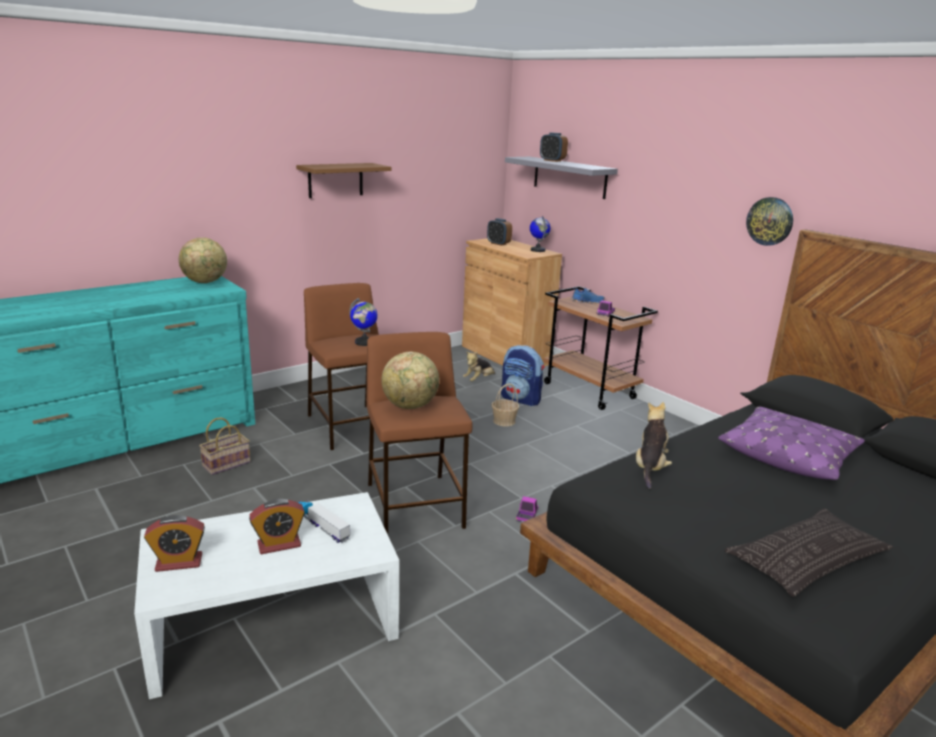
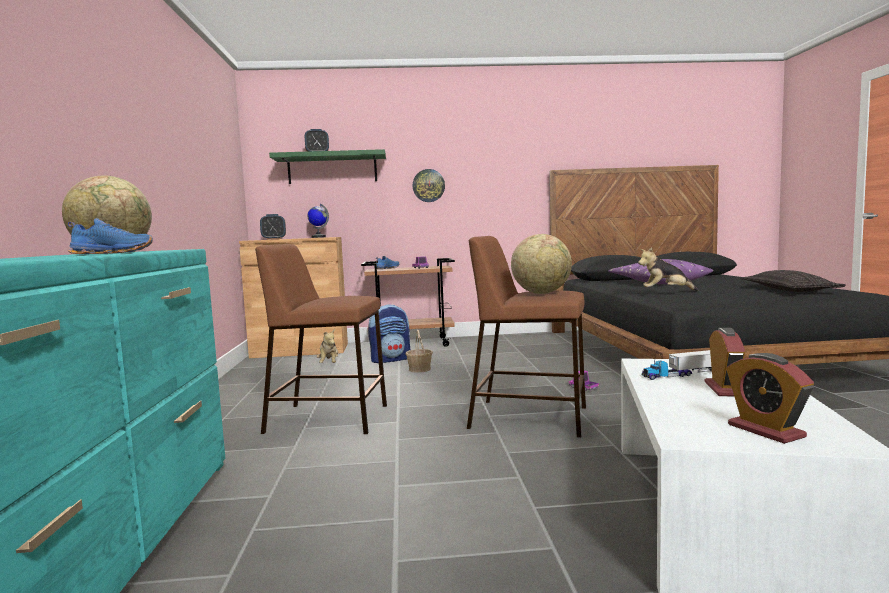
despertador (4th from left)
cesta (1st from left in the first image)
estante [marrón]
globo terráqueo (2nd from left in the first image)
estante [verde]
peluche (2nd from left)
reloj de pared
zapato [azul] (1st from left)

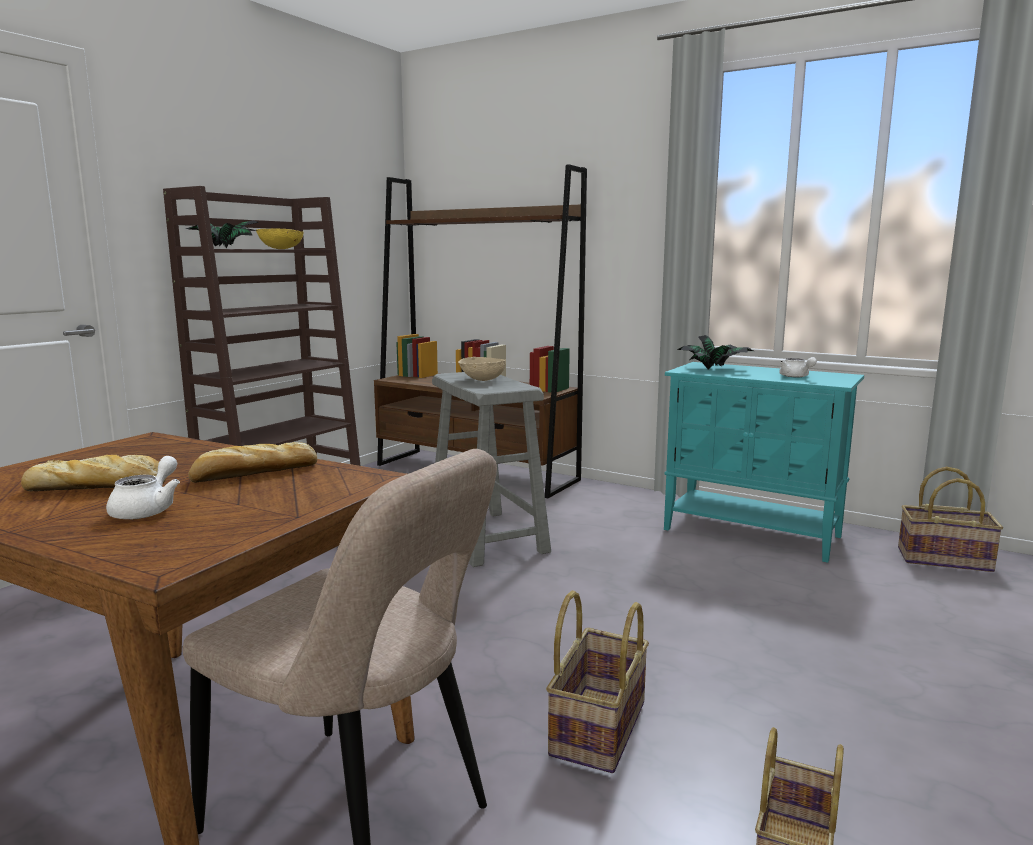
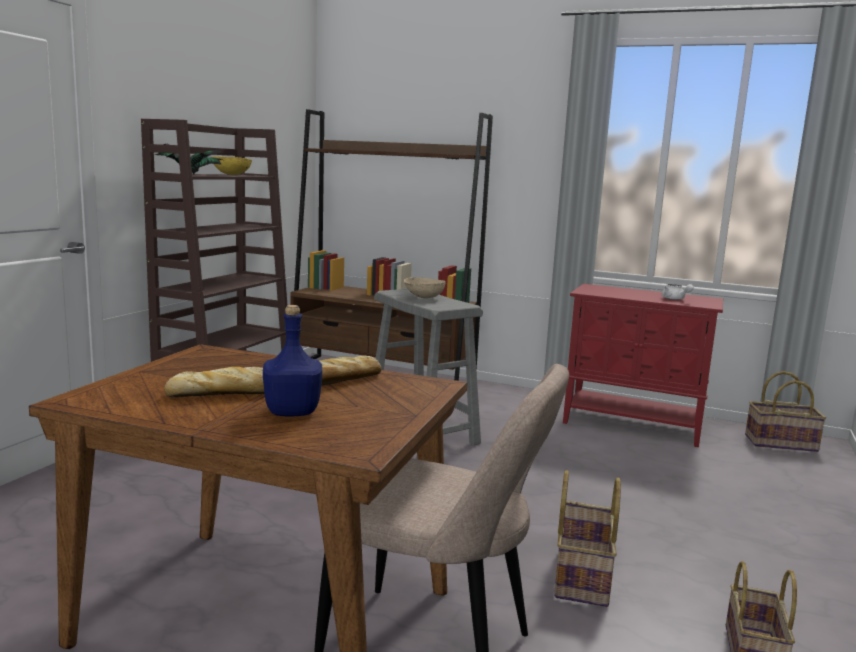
botella [azul]
armario [rojo]
planta en maceta (2nd from left in the first image)

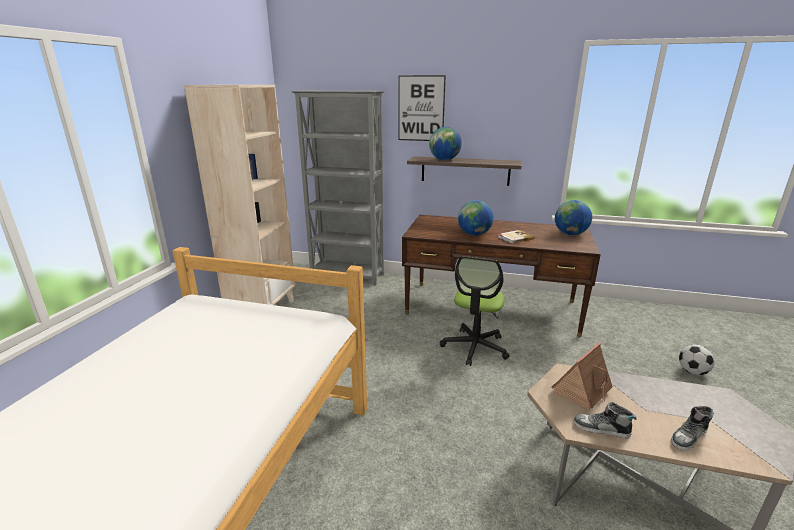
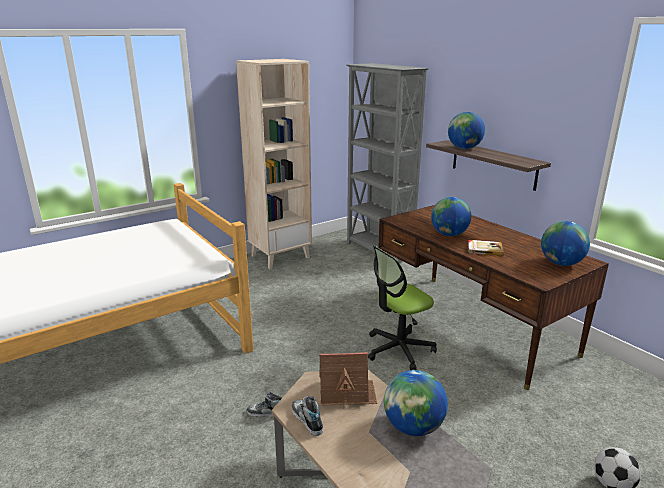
cuadro
zapato (1st from left)
globo terráqueo (1st from left)

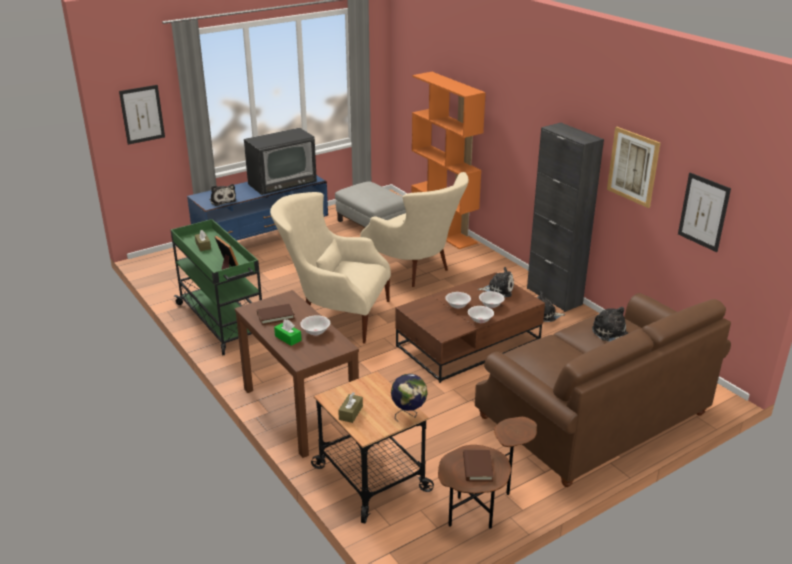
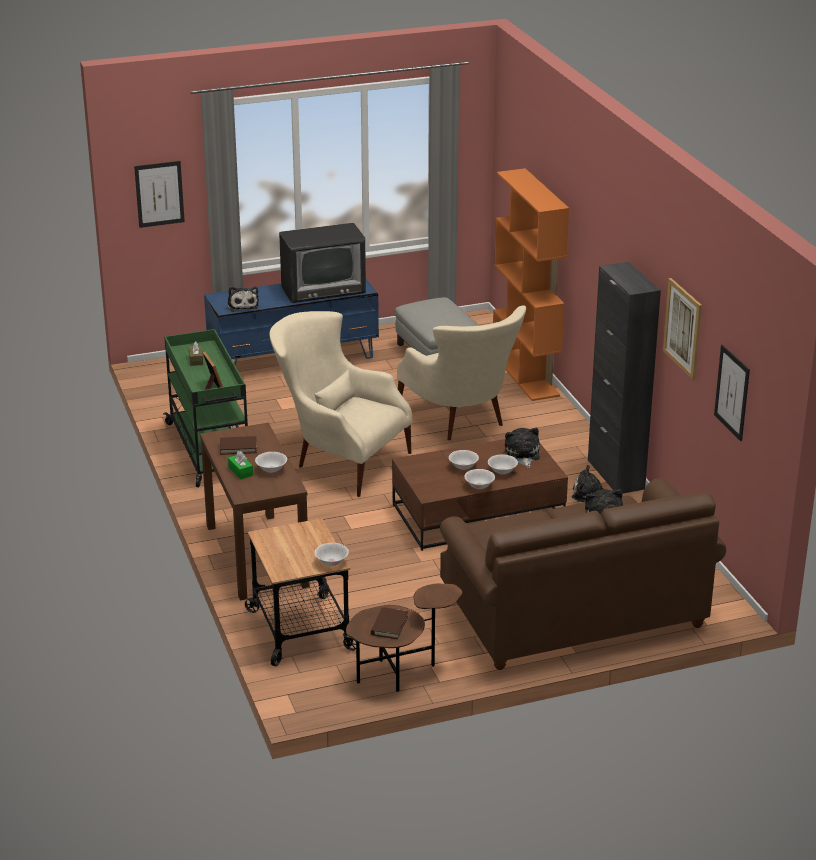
caja de pañuelos [marrón] (2nd from left in the first image)
cuenco [blanco] (2nd from left)
peluche (2nd from left)

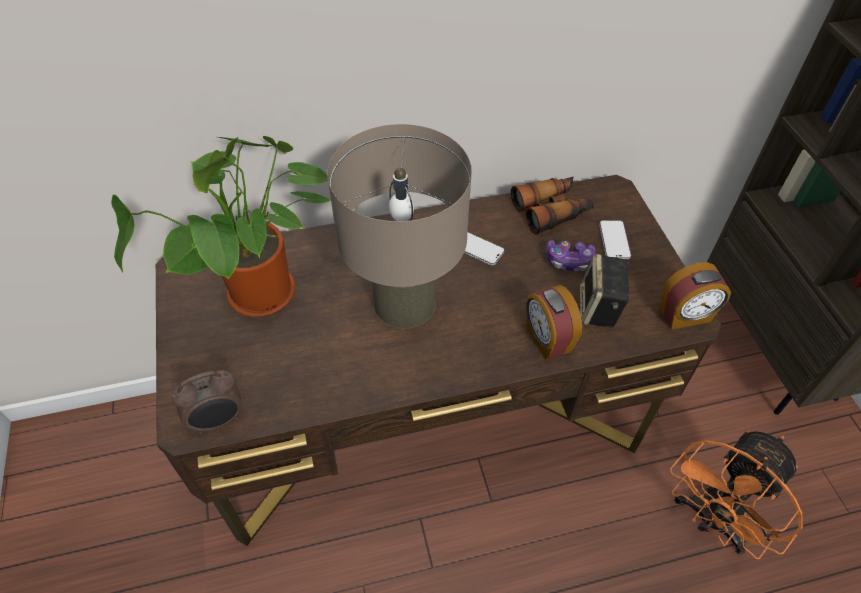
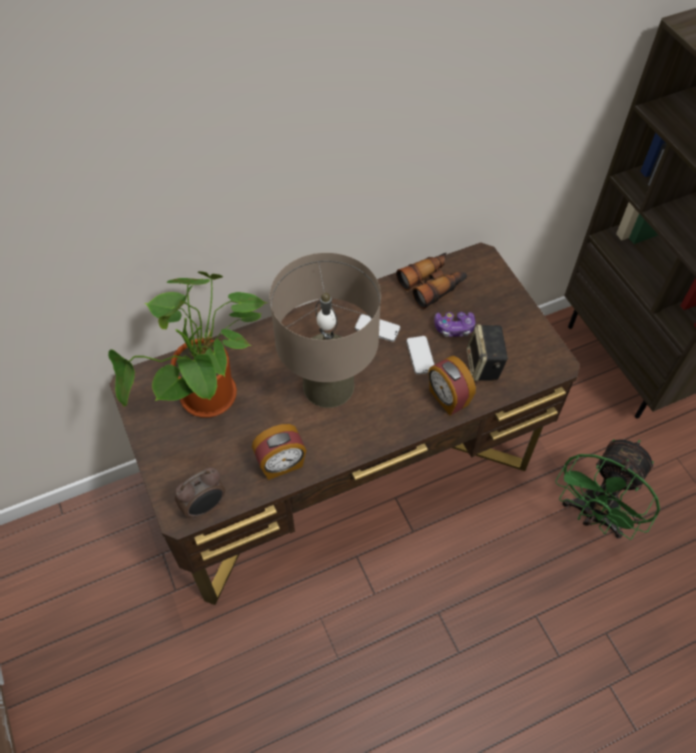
móvil (2nd from left)
despertador (2nd from left)
ventilador [verde]

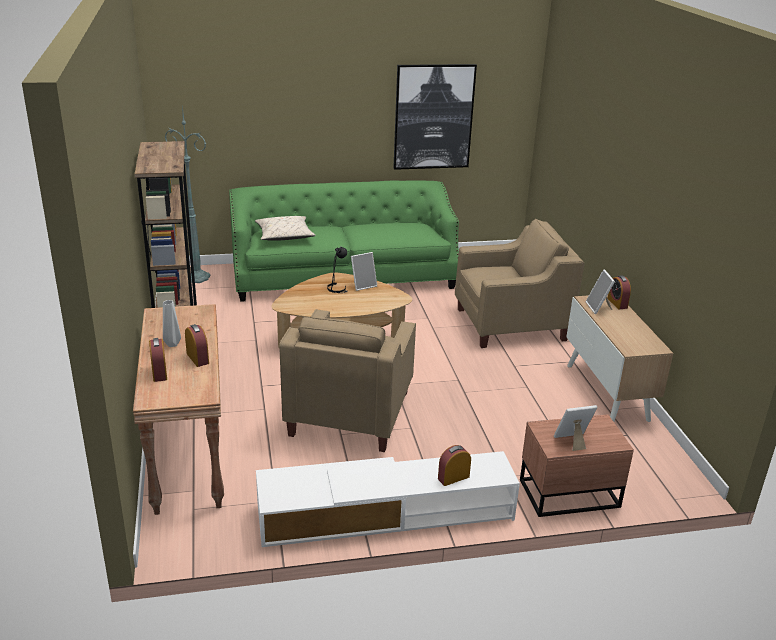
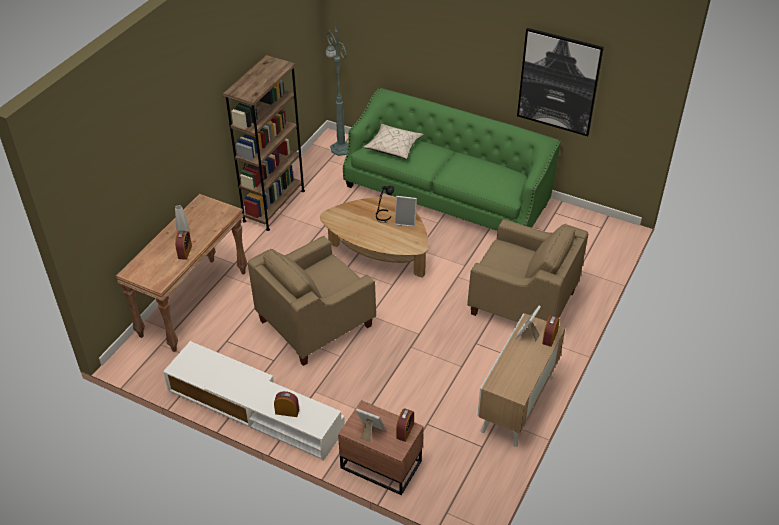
despertador (3rd from left)

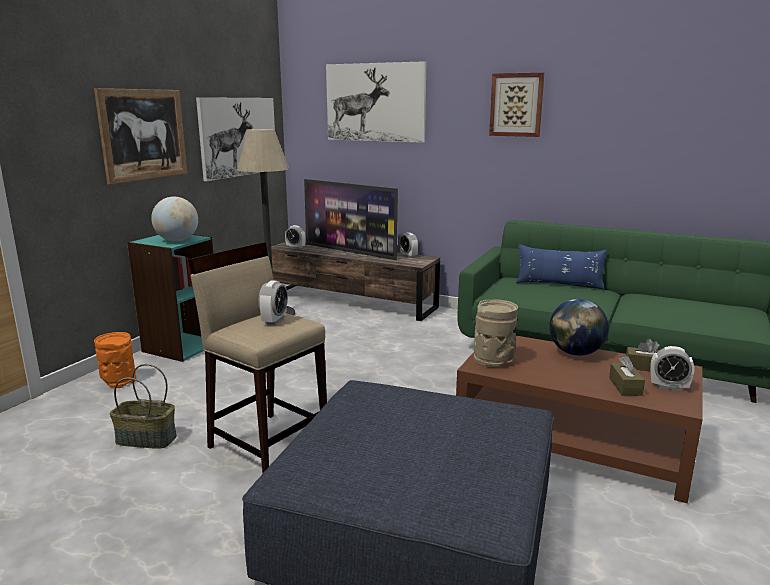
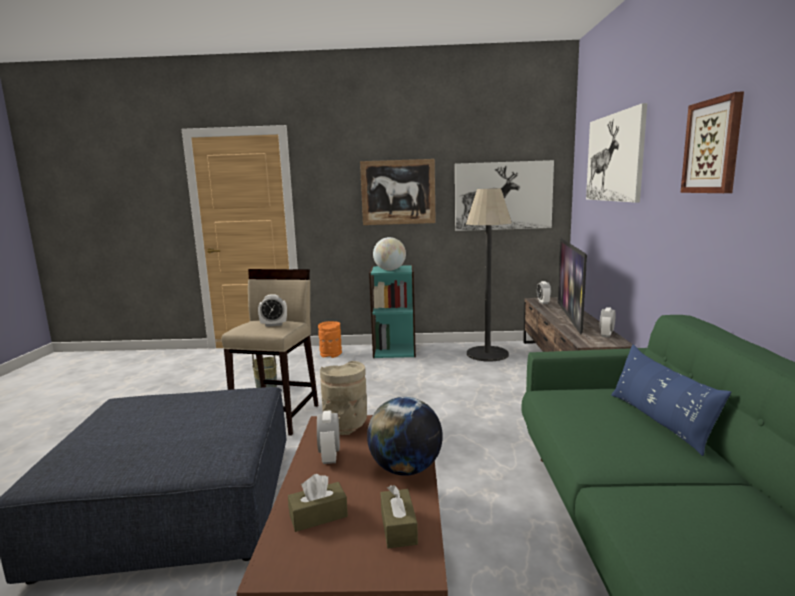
despertador (2nd from left)

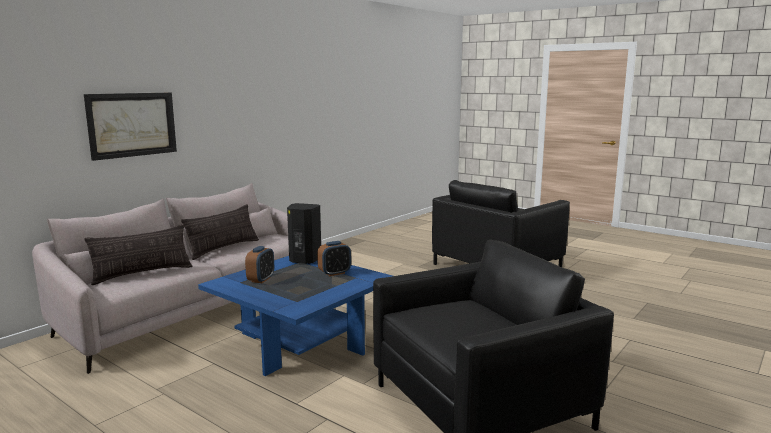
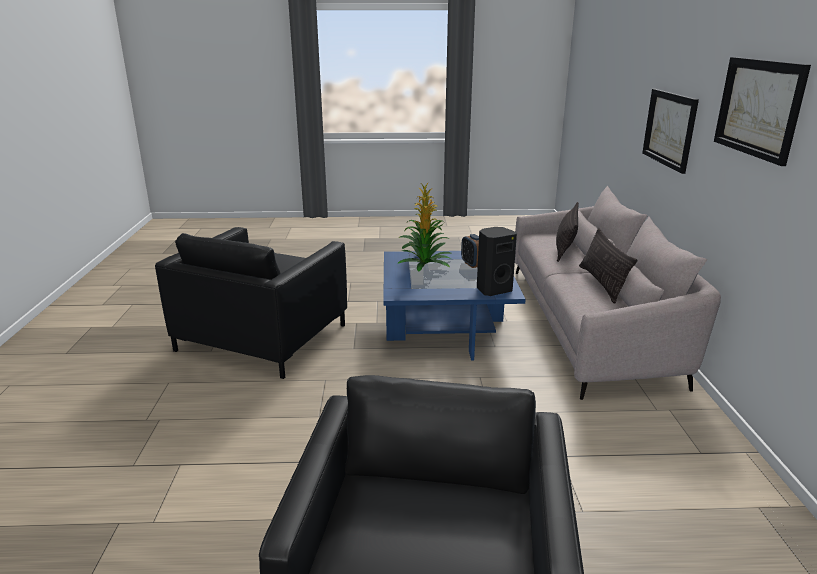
despertador (2nd from left in the first image)
planta en maceta
cuadro (2nd from left)

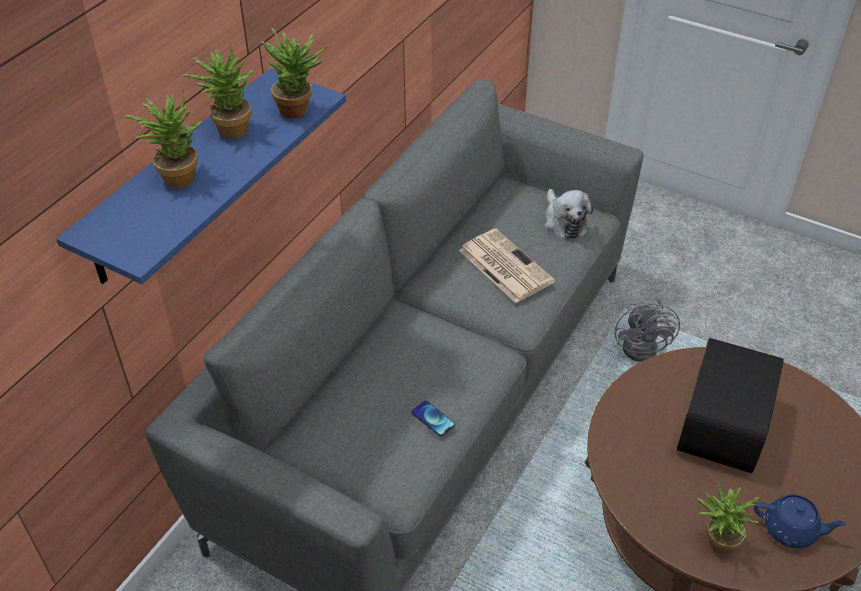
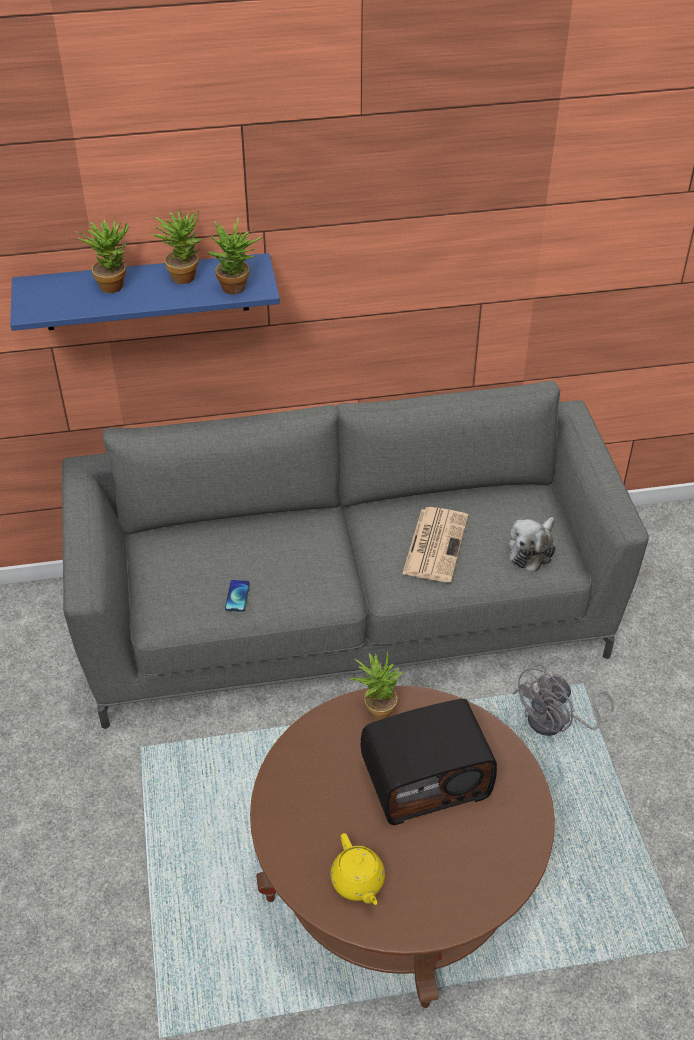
planta en maceta (4th from left)
tetera [amarillo]

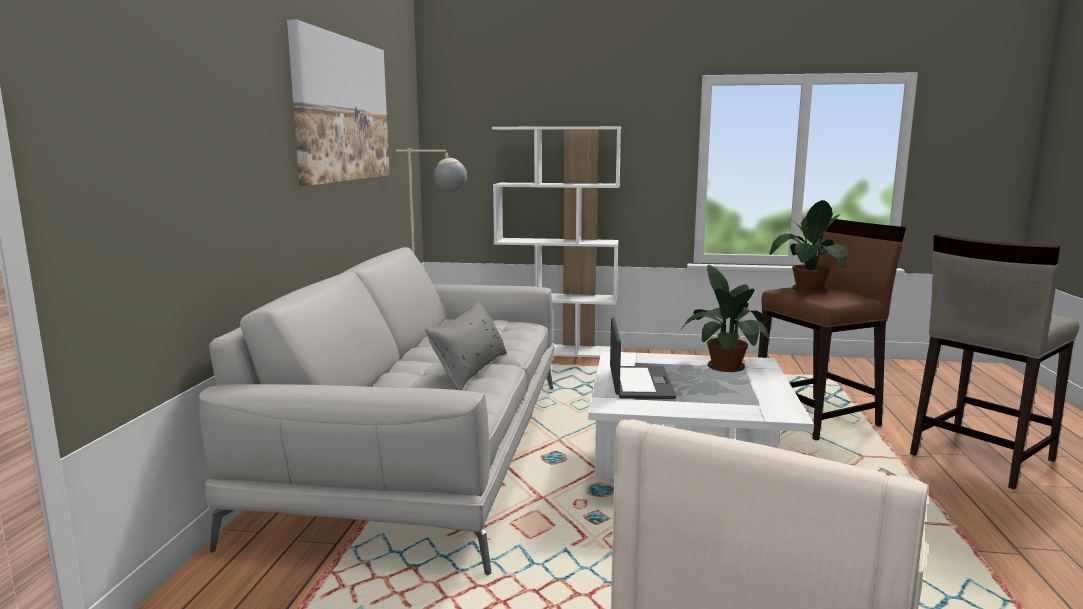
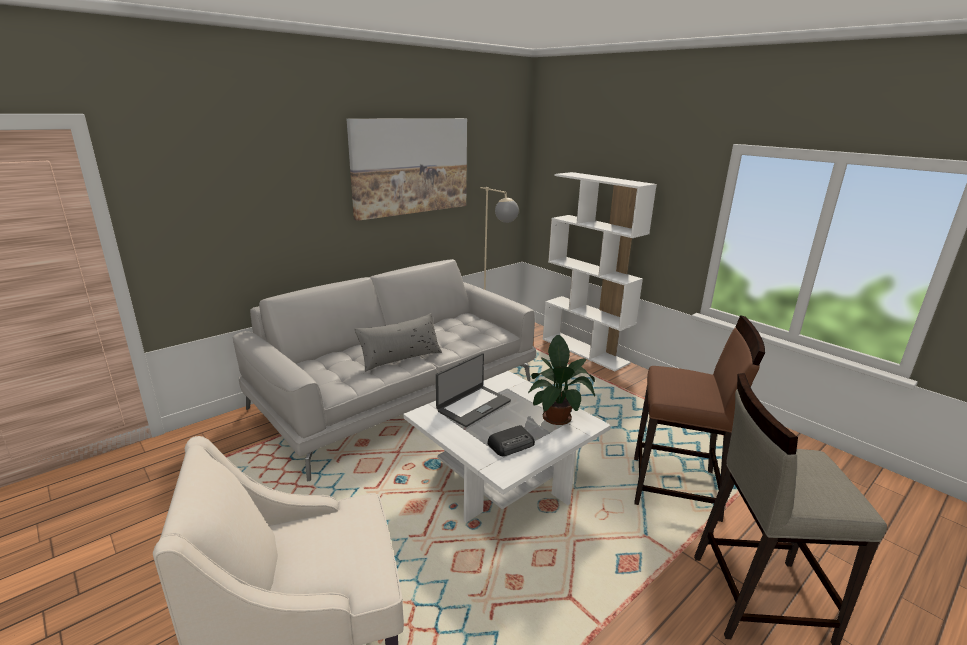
planta en maceta (2nd from left in the first image)
radio

